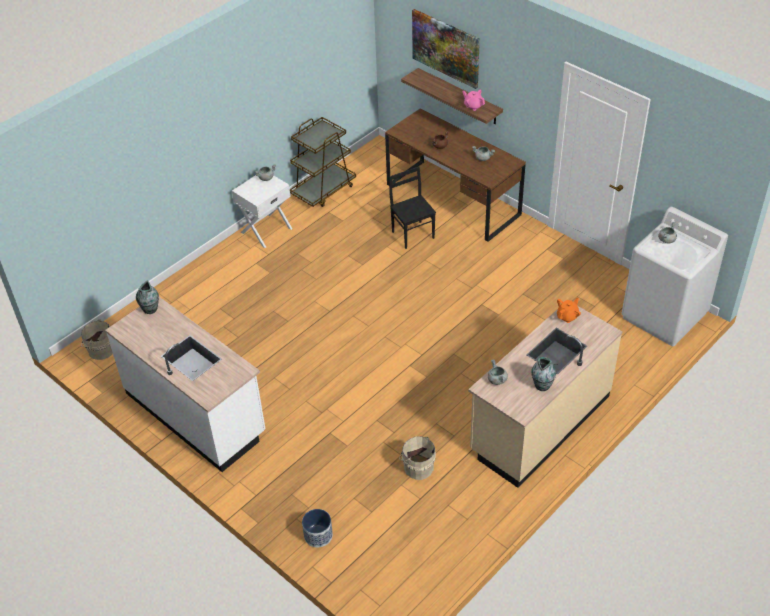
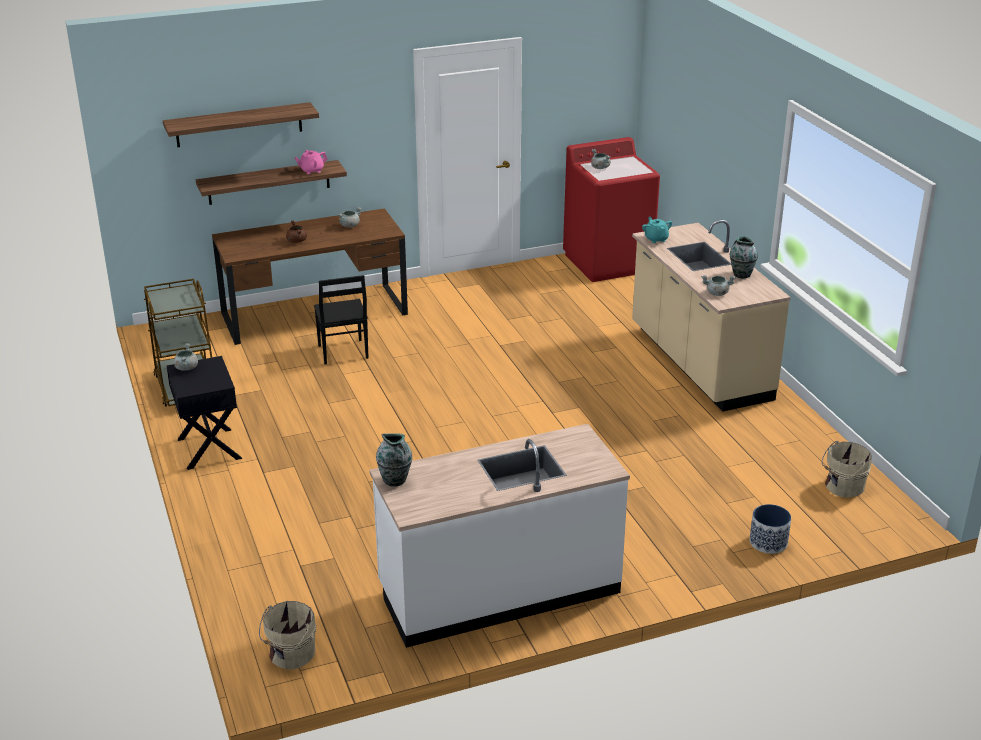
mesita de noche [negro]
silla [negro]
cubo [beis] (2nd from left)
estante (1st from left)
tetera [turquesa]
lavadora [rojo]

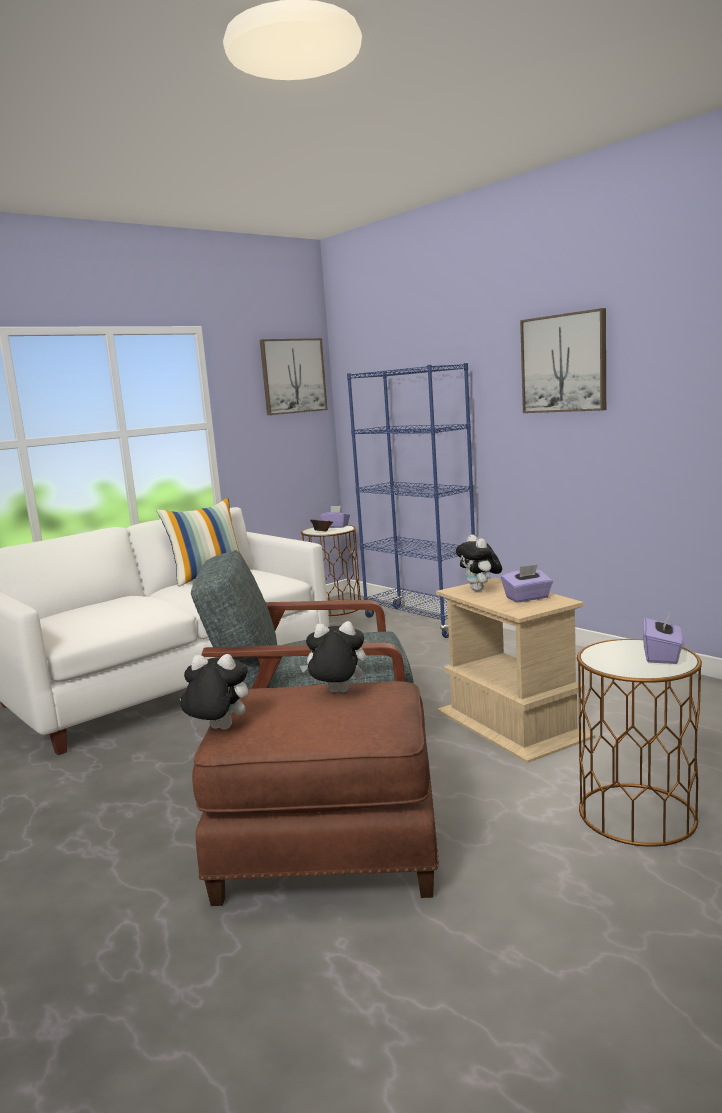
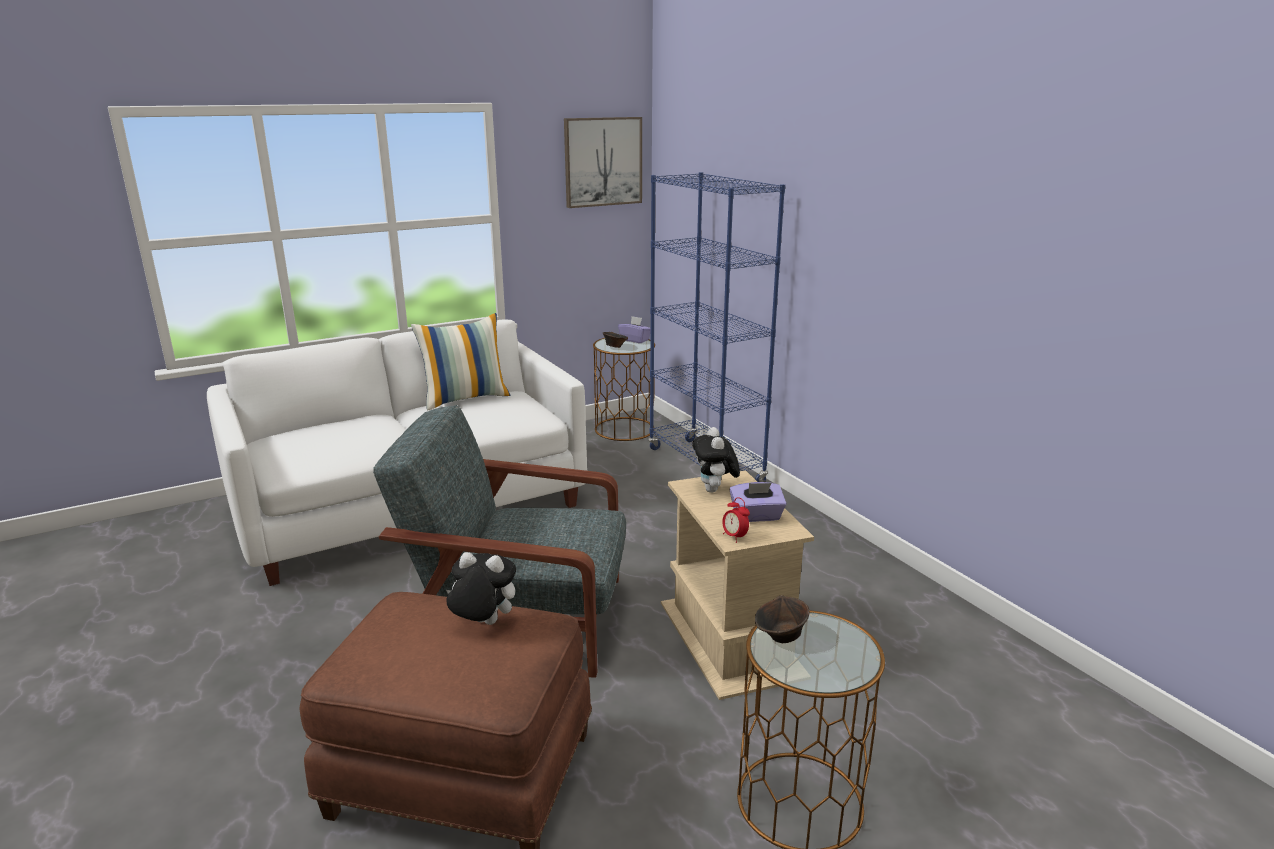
peluche (1st from left in the first image)
cuadro (2nd from left in the first image)
caja de pañuelos [morado] (3rd from left in the first image)
despertador
cuenco [marrón] (2nd from left)

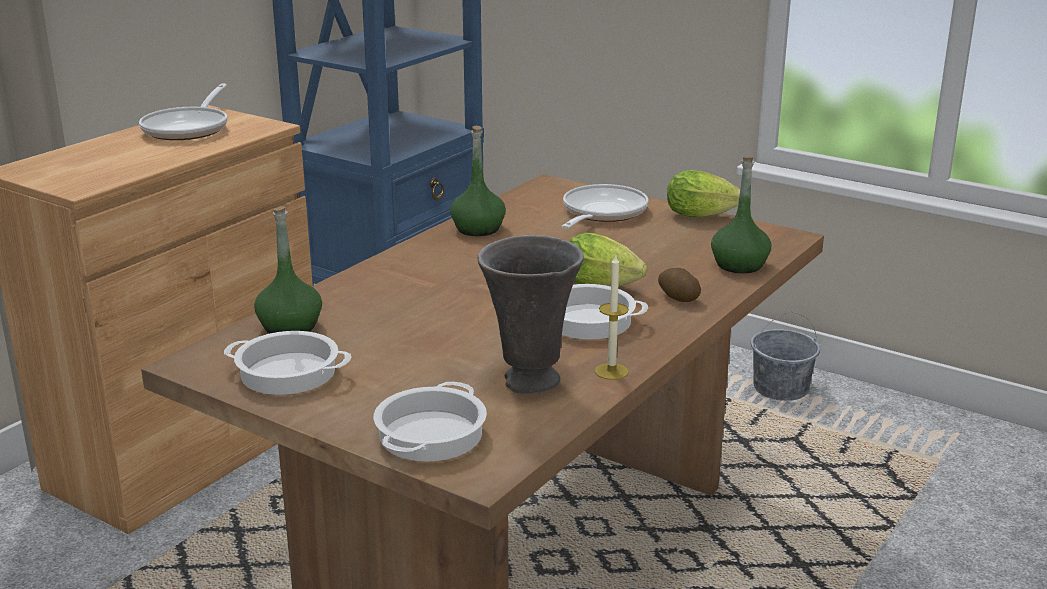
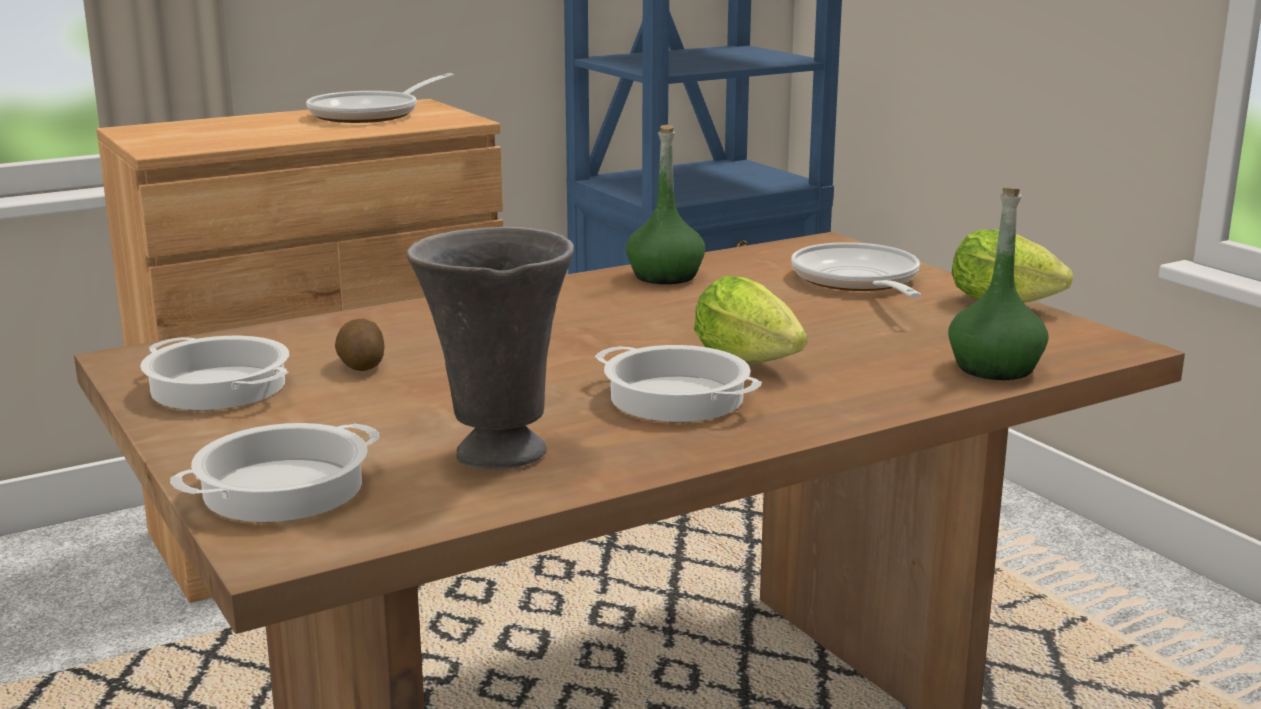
botella [verde] (1st from left in the first image)
sartén (2nd from left)
vela
patata
cubo [gris]

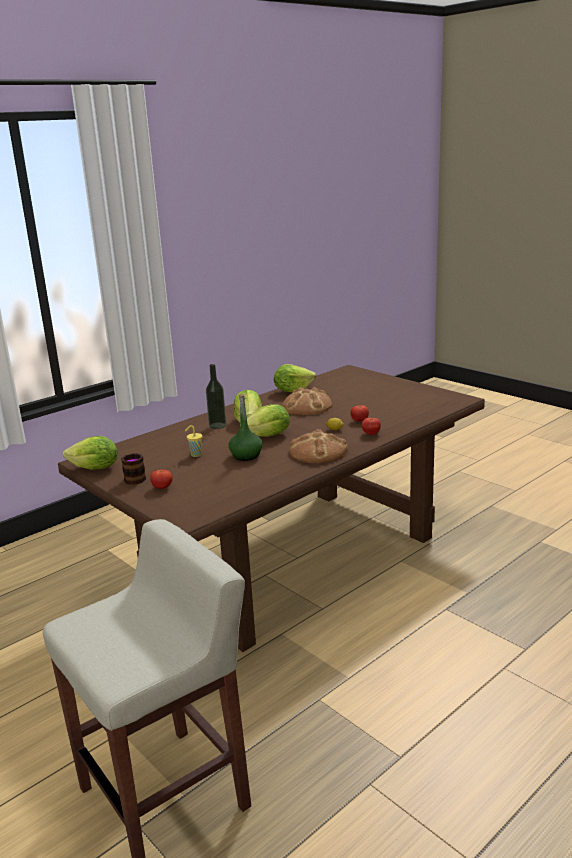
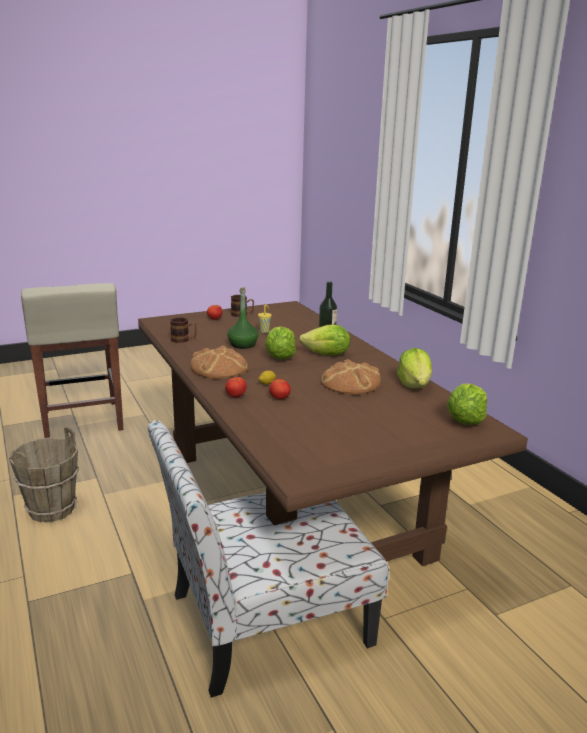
lechuga (4th from left)
cubo [marrón]
silla
taza grande (1st from left)

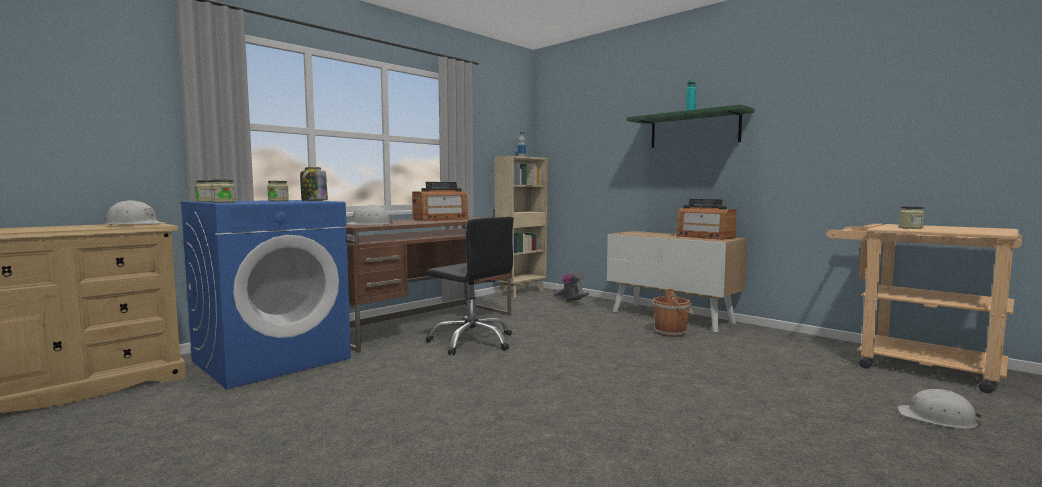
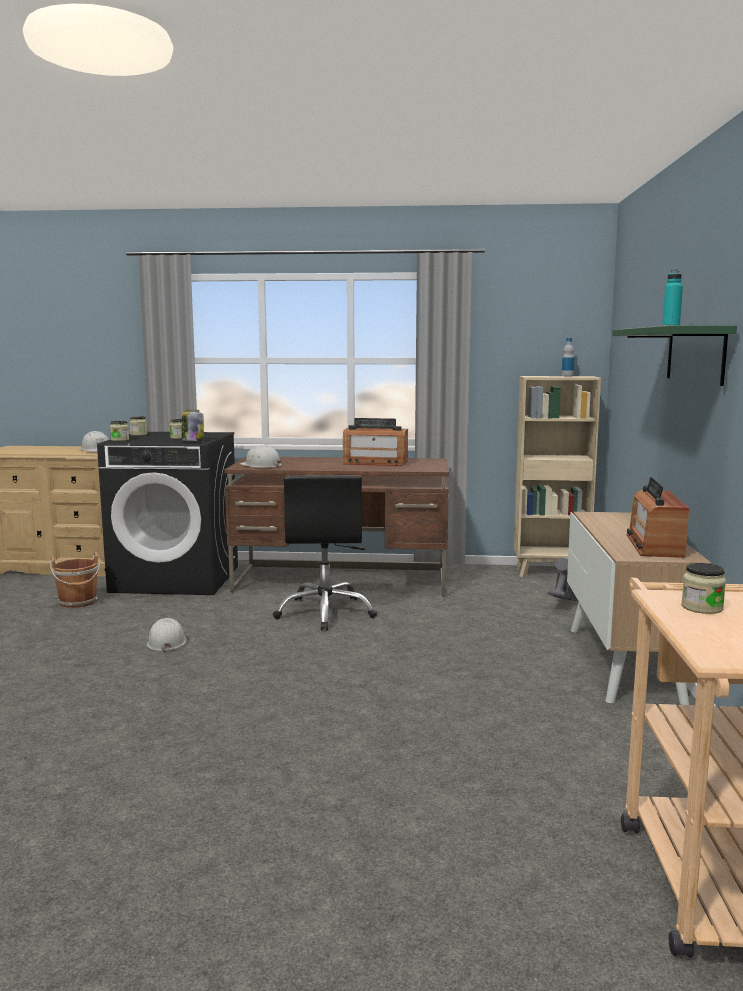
lavadora [negro]
cubo [marrón]
casco [blanco] (2nd from left)

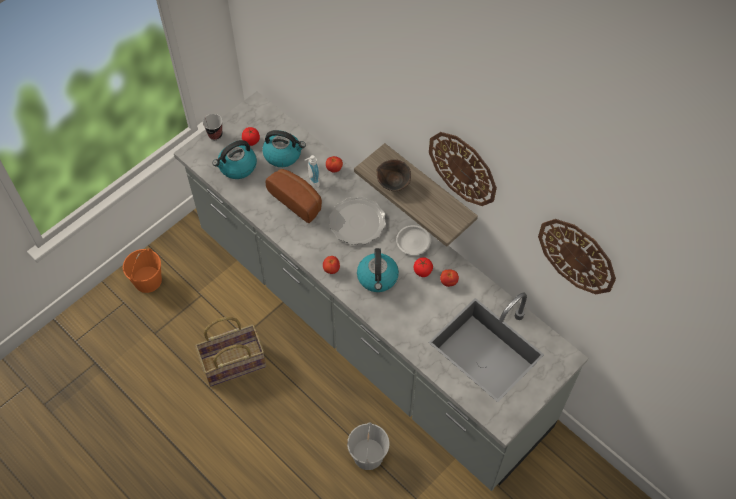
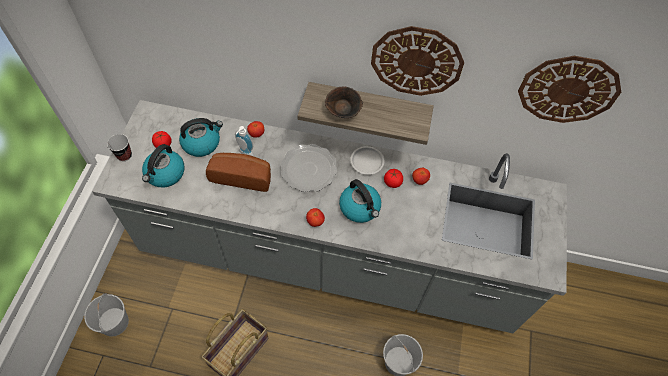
cubo [blanco] (1st from left)

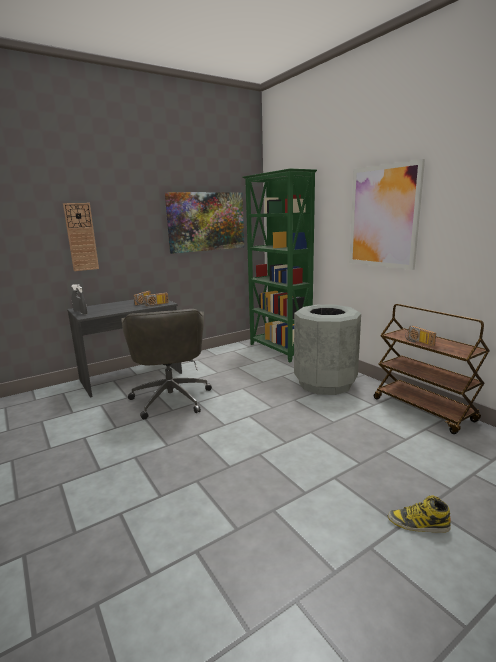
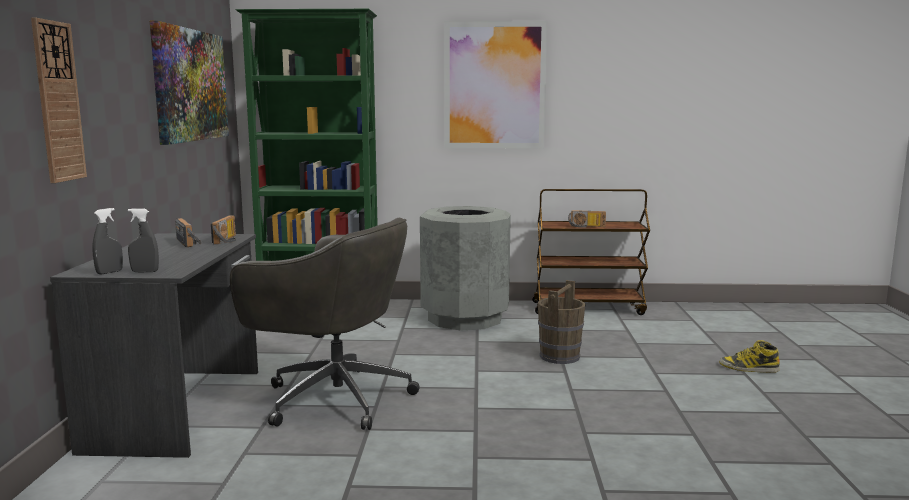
bota
cubo [marrón]

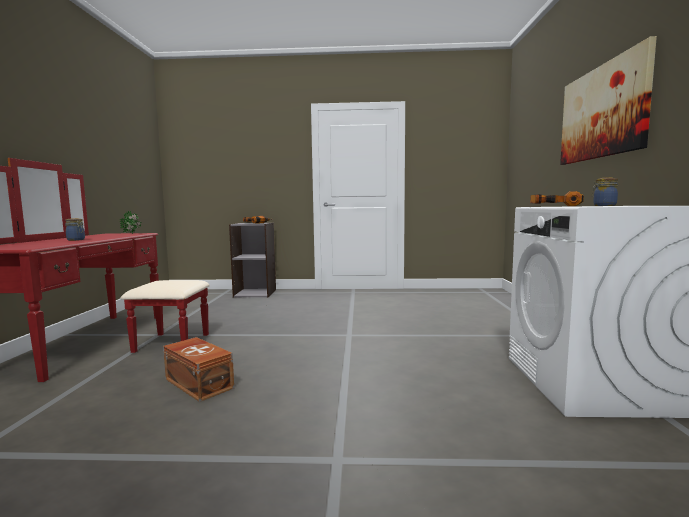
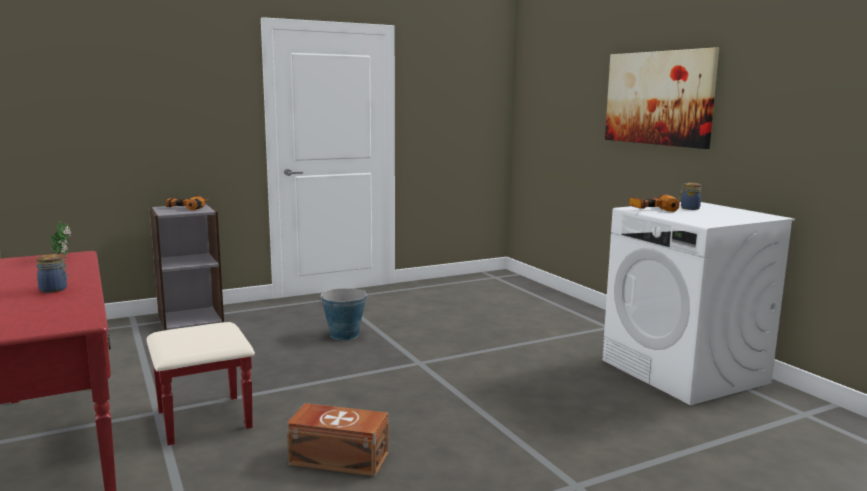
cubo

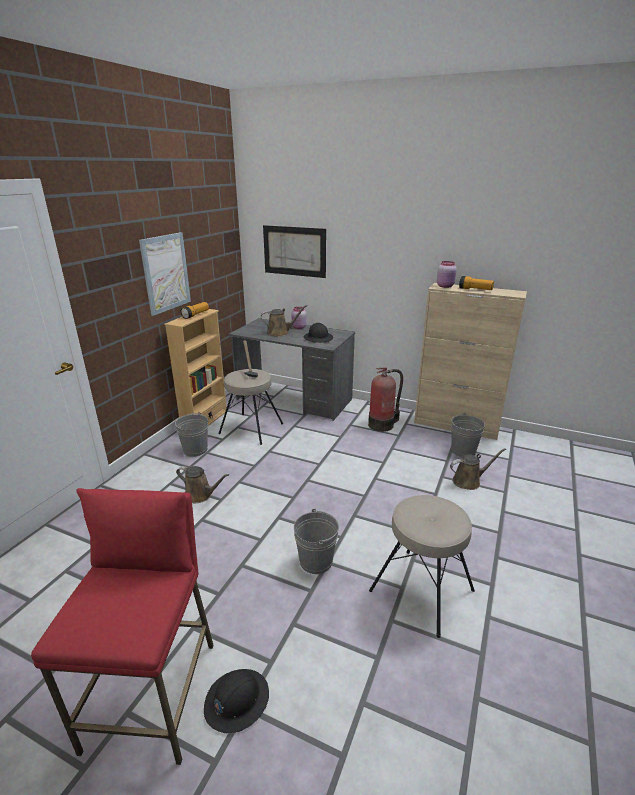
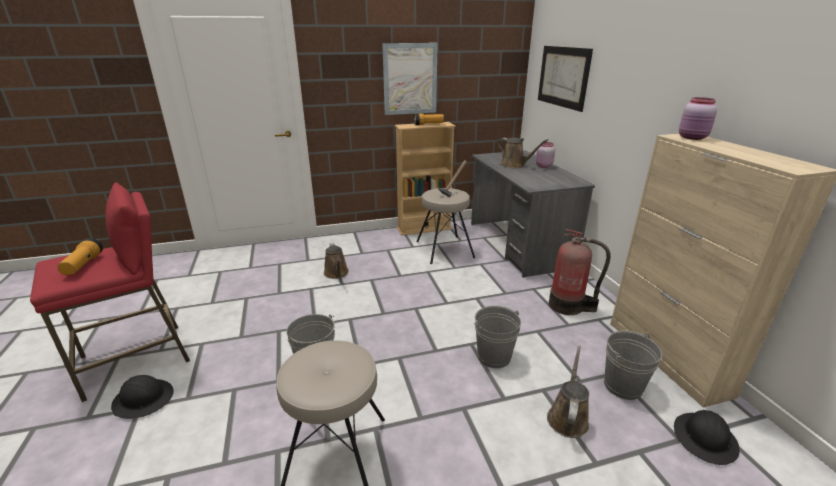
cubo [gris] (2nd from left)
casco [negro] (2nd from left)
regadera [marrón] (3rd from left)
linterna (1st from left)

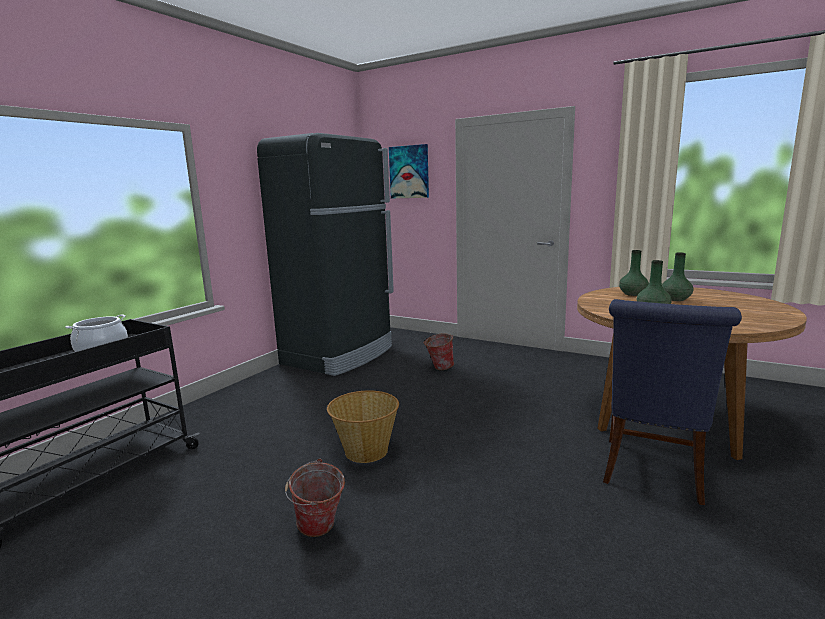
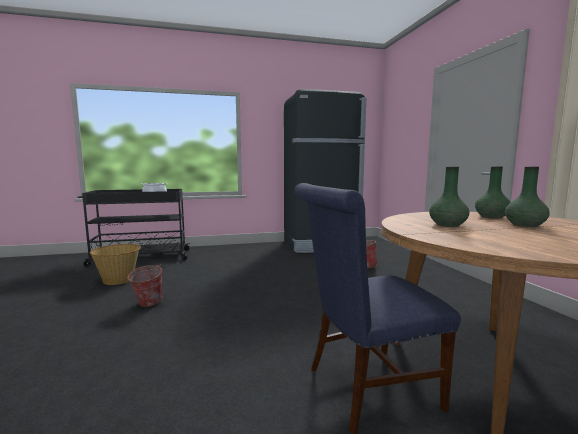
cesta
cuadro

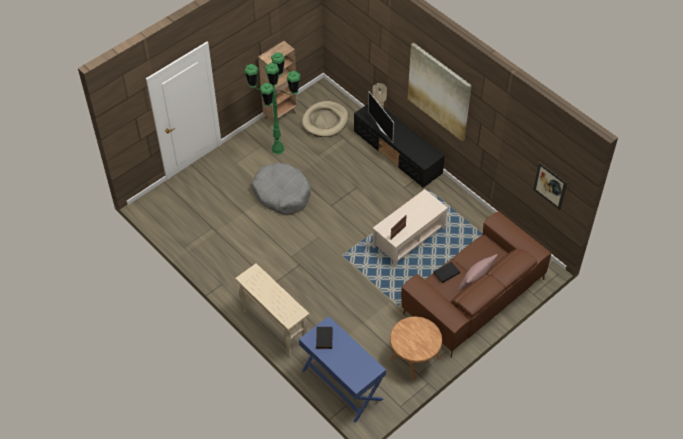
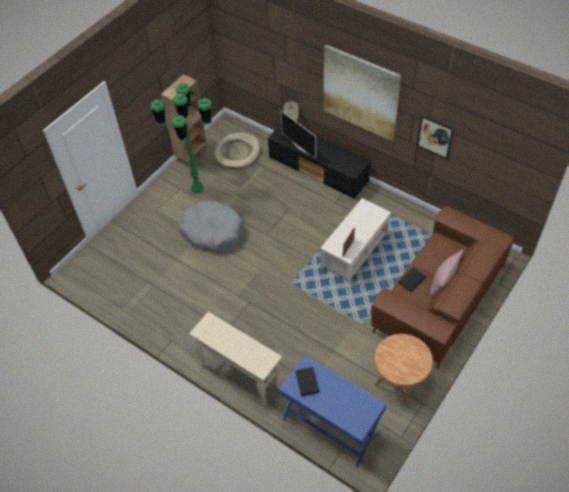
cuadro (2nd from left)

